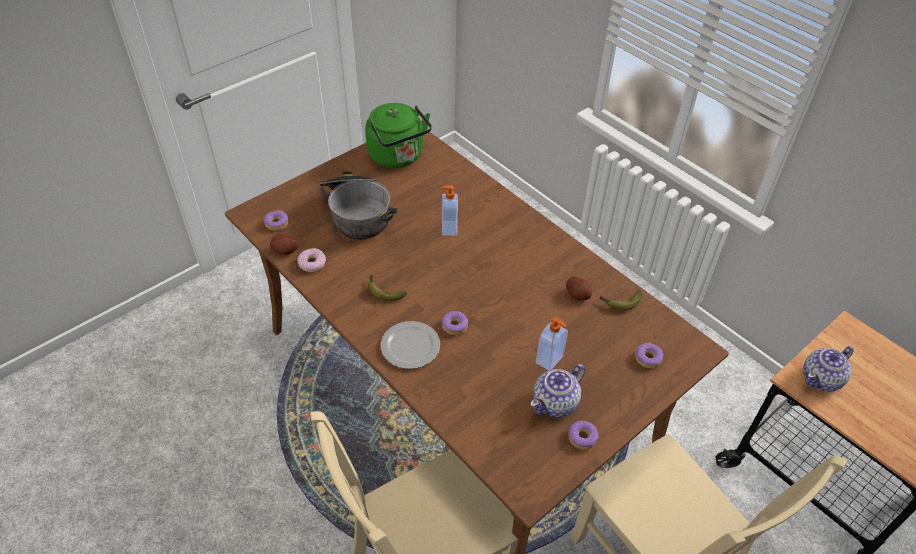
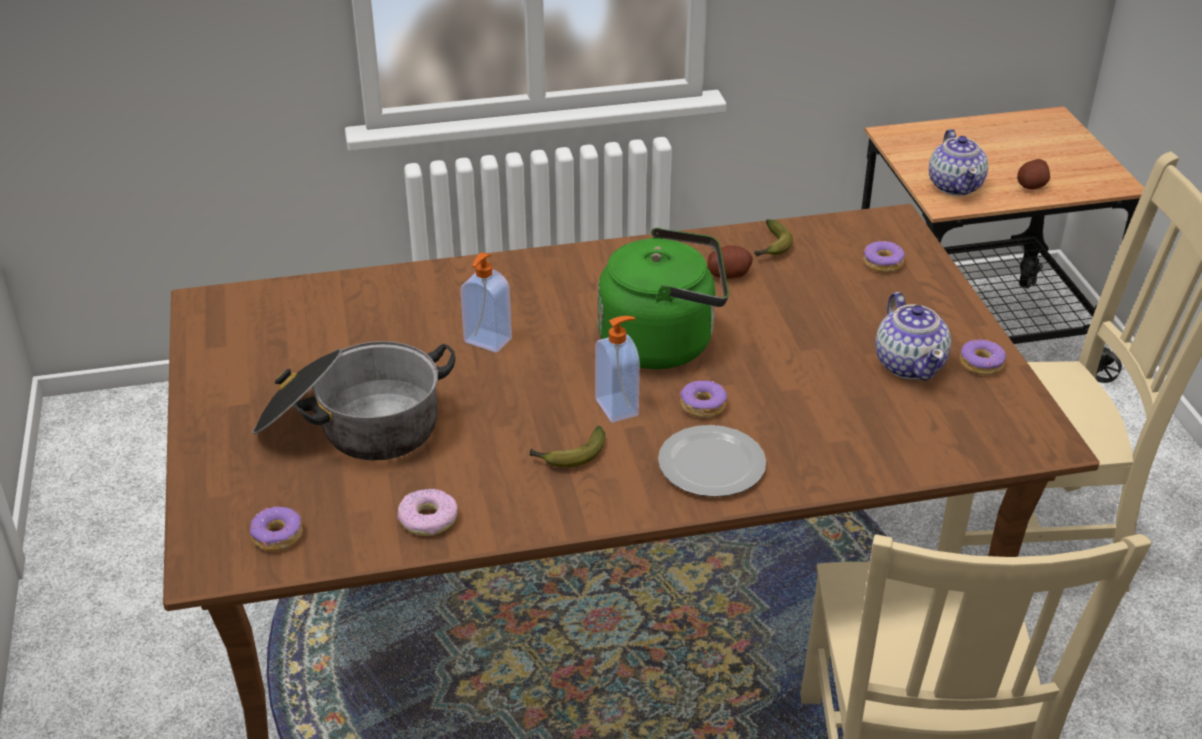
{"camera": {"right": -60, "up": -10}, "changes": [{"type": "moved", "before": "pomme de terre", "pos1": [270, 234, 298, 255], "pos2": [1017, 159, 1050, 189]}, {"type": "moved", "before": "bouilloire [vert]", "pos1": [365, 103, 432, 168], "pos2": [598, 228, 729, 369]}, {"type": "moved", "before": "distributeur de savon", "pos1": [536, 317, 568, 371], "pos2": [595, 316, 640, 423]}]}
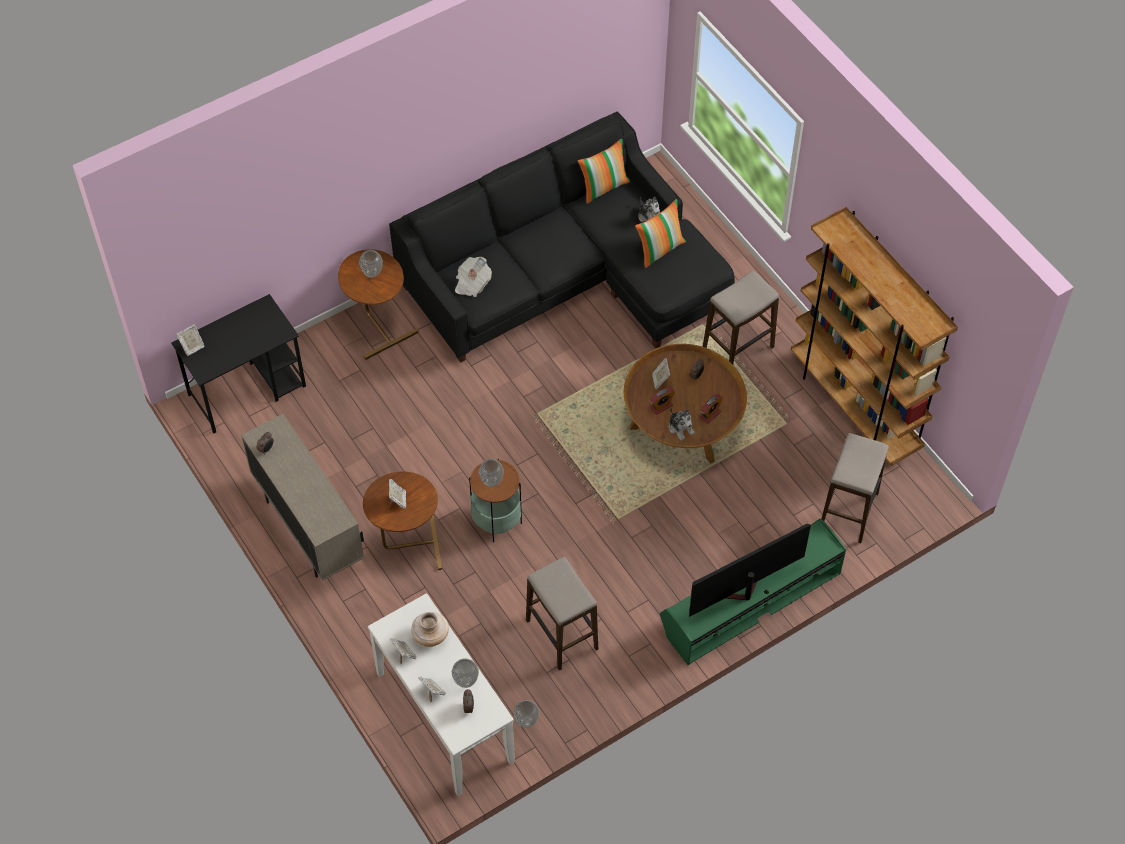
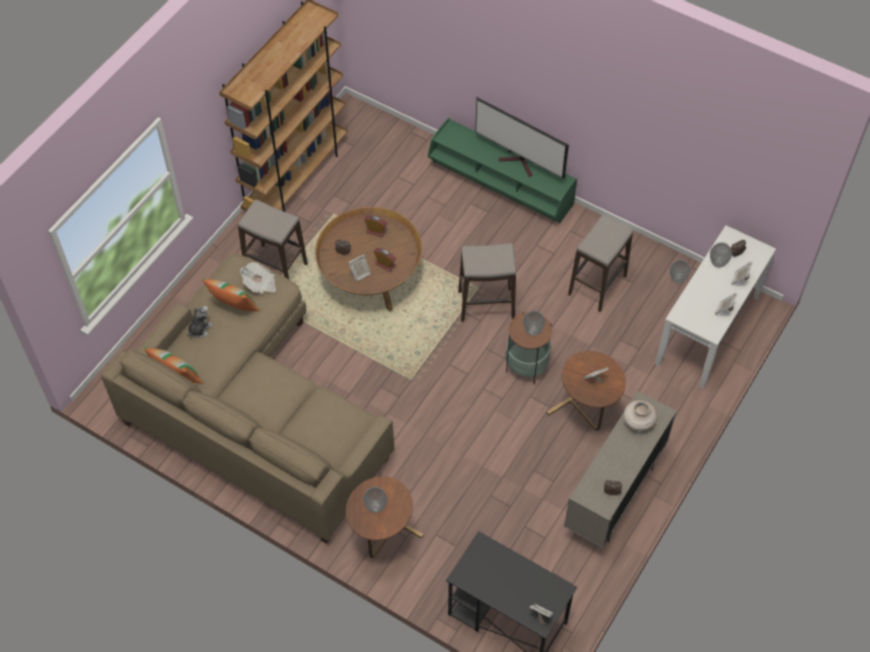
{"camera": {"right": -115, "up": 0}, "changes": [{"type": "recoloured", "before": "canapé [noir]", "after": "canapé [beige]", "pos1": [389, 112, 735, 363], "pos2": [101, 253, 395, 544]}, {"type": "moved", "before": "vase [beige]", "pos1": [411, 612, 449, 647], "pos2": [624, 400, 657, 431]}, {"type": "moved", "before": "journal", "pos1": [455, 257, 492, 297], "pos2": [240, 262, 276, 294]}, {"type": "removed", "before": "peluche", "pos1": [669, 407, 695, 441]}, {"type": "moved", "before": "tabouret", "pos1": [821, 433, 889, 543], "pos2": [458, 243, 516, 322]}]}
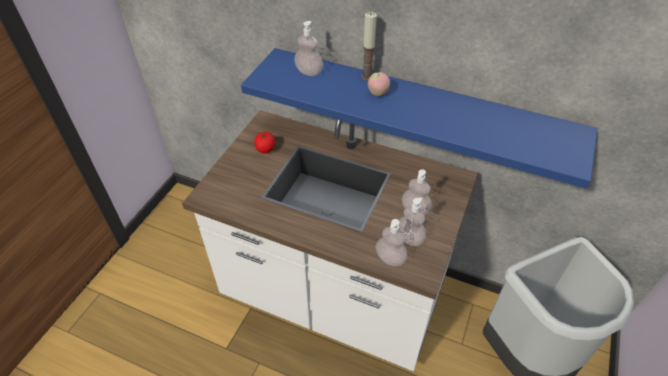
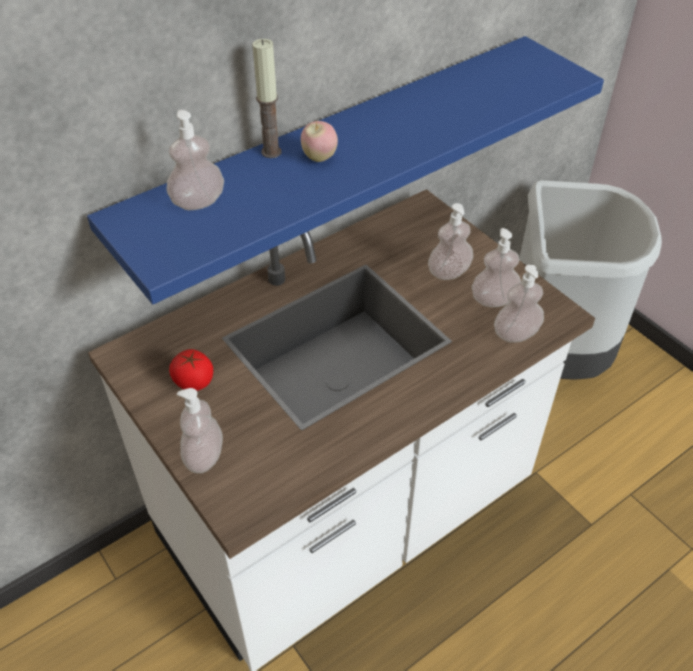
{"camera": {"right": -60, "up": 0}, "changes": [{"type": "added", "after": "distributeur de savon", "pos2": [177, 388, 223, 473]}]}
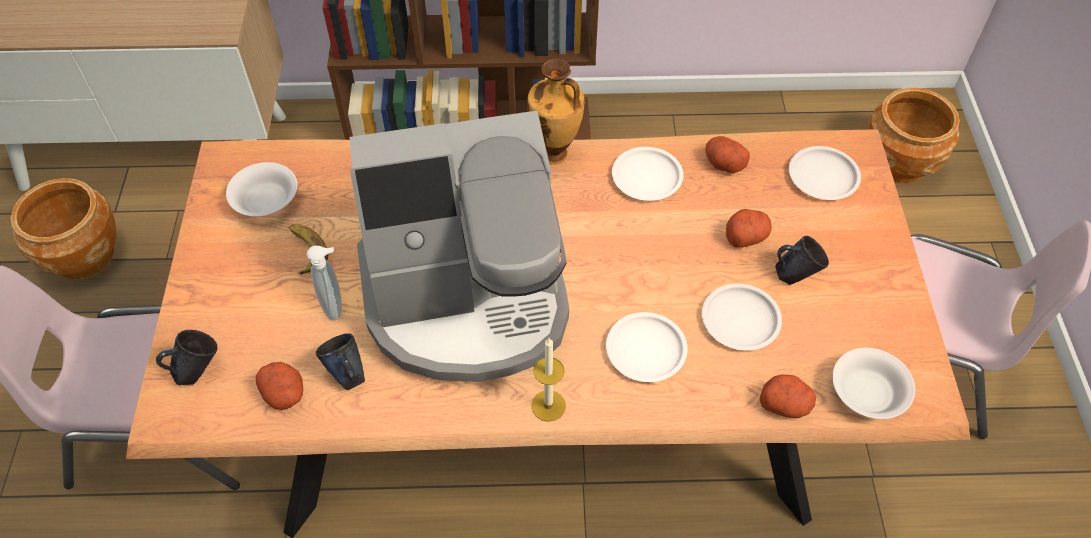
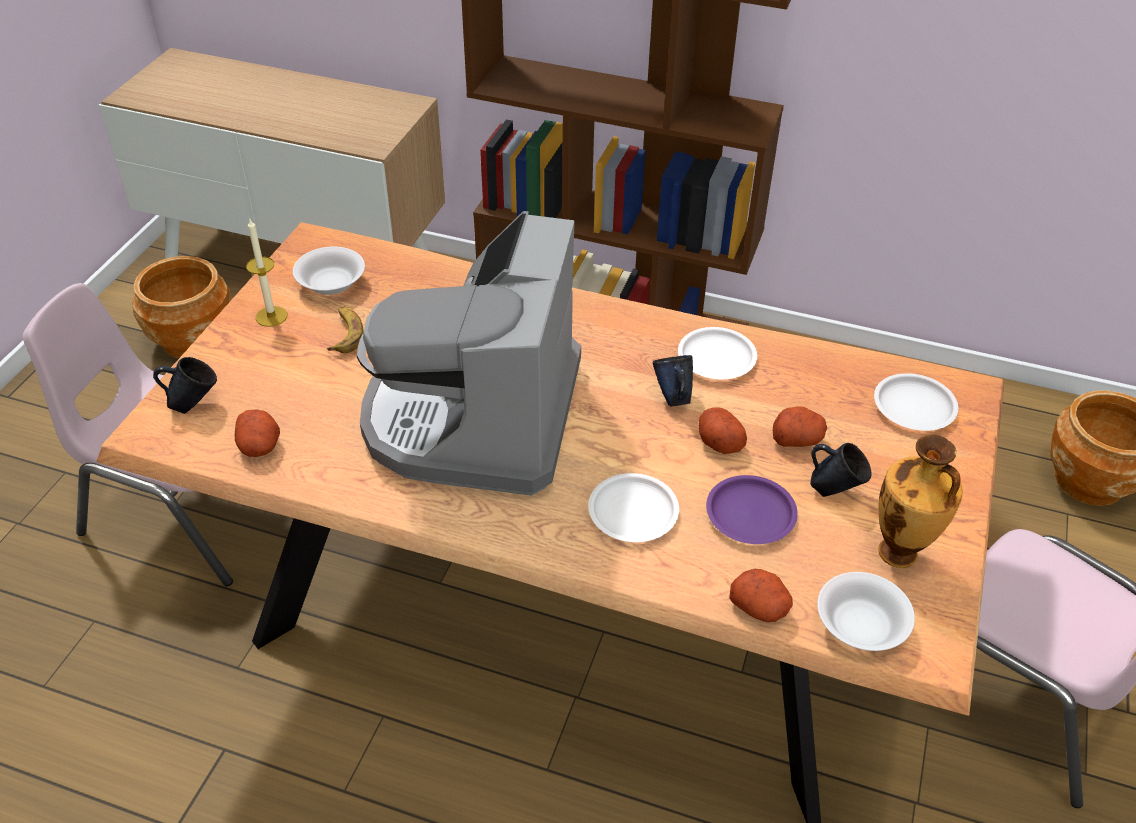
{"camera": {"right": 20, "up": -10}, "changes": [{"type": "removed", "before": "distributeur de savon", "pos1": [306, 246, 342, 321]}, {"type": "moved", "before": "mug [bleu]", "pos1": [316, 333, 365, 390], "pos2": [653, 355, 693, 407]}, {"type": "turned", "before": "machine à café", "pos1": [349, 111, 569, 382], "pos2": [357, 211, 581, 496], "turn": 90}, {"type": "moved", "before": "vase", "pos1": [527, 58, 584, 164], "pos2": [878, 435, 963, 568]}, {"type": "moved", "before": "bougie", "pos1": [531, 338, 566, 422], "pos2": [246, 219, 288, 327]}, {"type": "recoloured", "before": "assiette [blanc]", "after": "assiette [violet]", "pos1": [702, 283, 782, 350], "pos2": [706, 475, 798, 544]}, {"type": "moved", "before": "pomme de terre", "pos1": [706, 136, 750, 173], "pos2": [699, 407, 747, 454]}]}
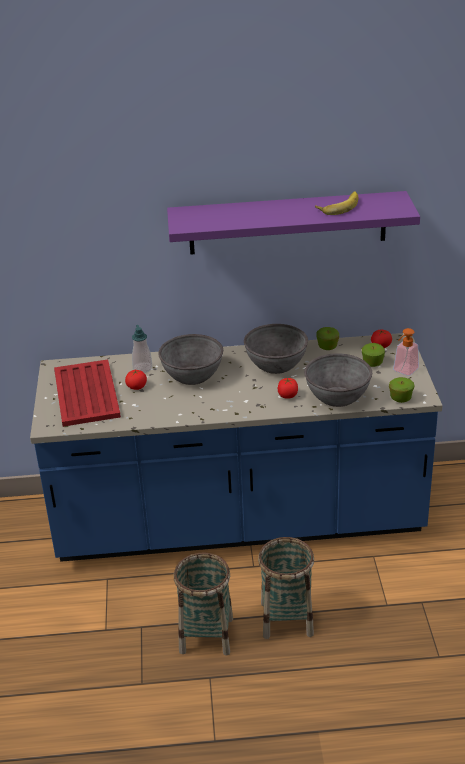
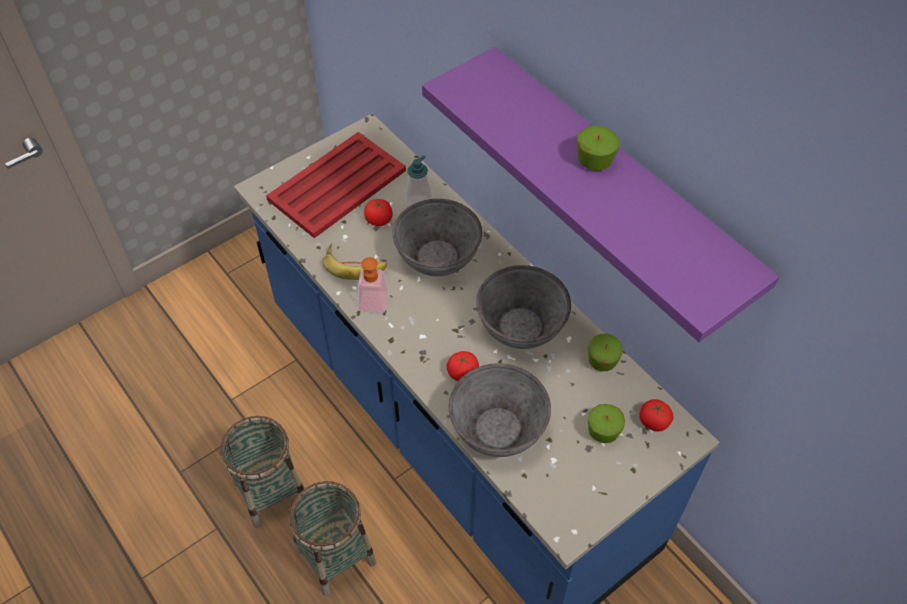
{"camera": {"right": 55, "up": 20}, "changes": [{"type": "moved", "before": "banane", "pos1": [315, 191, 359, 215], "pos2": [322, 243, 387, 280]}, {"type": "moved", "before": "pomme", "pos1": [389, 377, 415, 403], "pos2": [577, 125, 619, 171]}, {"type": "moved", "before": "distributeur de savon", "pos1": [393, 328, 419, 376], "pos2": [341, 257, 389, 313]}]}
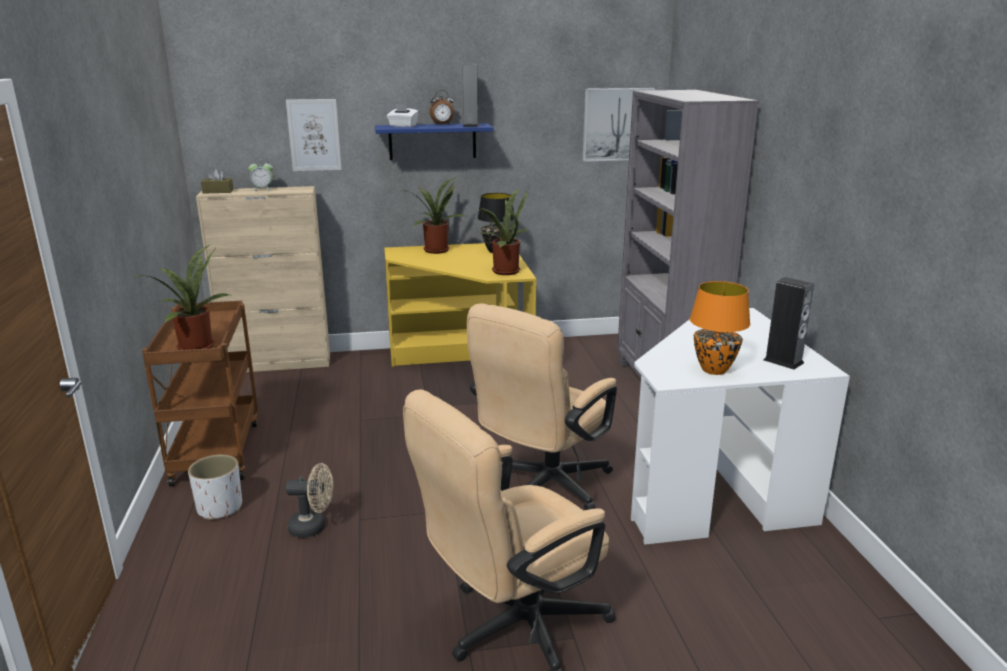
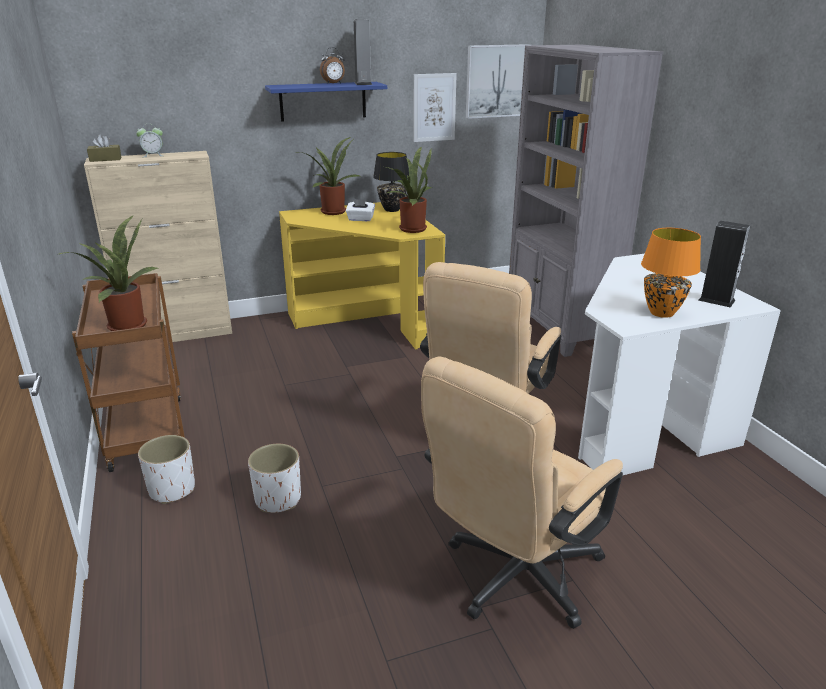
{"camera": {"right": -10, "up": 5}, "changes": [{"type": "replaced", "before": "ventilateur [beige]", "after": "cache-pot [blanc]", "pos1": [285, 463, 333, 538], "pos2": [248, 444, 301, 513]}, {"type": "moved", "before": "tableau", "pos1": [286, 99, 342, 171], "pos2": [414, 73, 457, 142]}, {"type": "moved", "before": "boîte à mouchoirs [blanc]", "pos1": [387, 104, 419, 127], "pos2": [346, 199, 375, 221]}]}
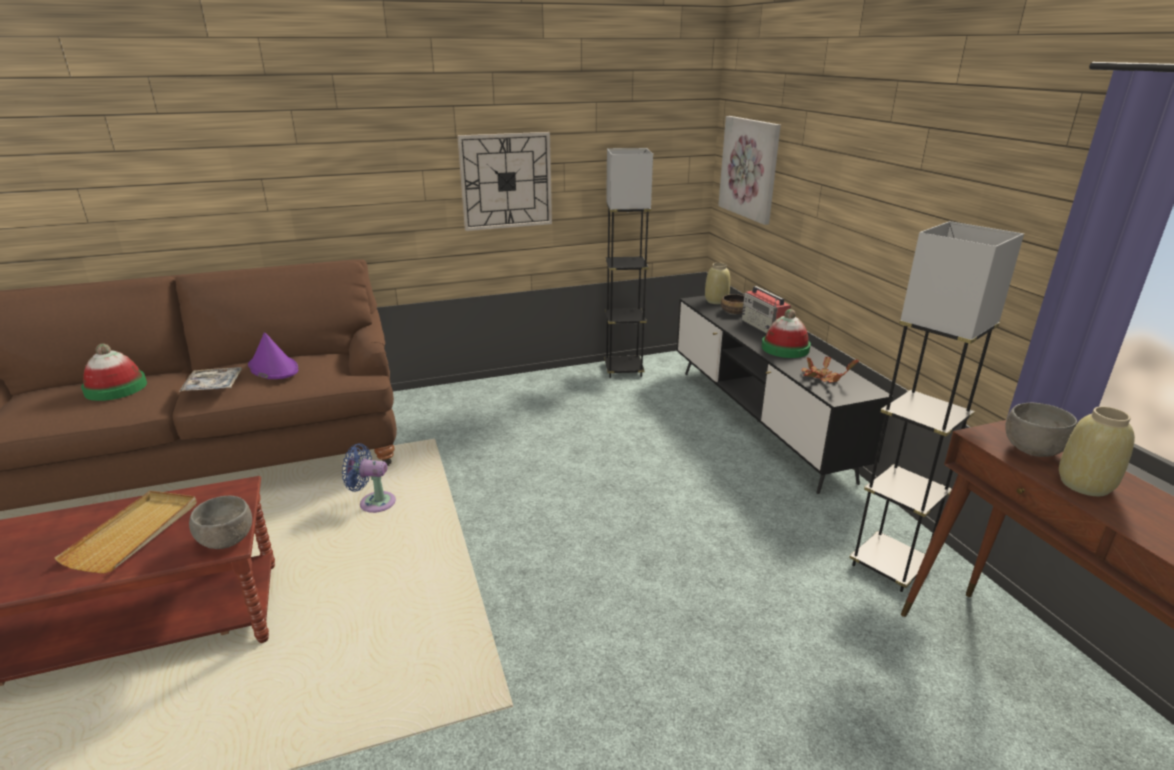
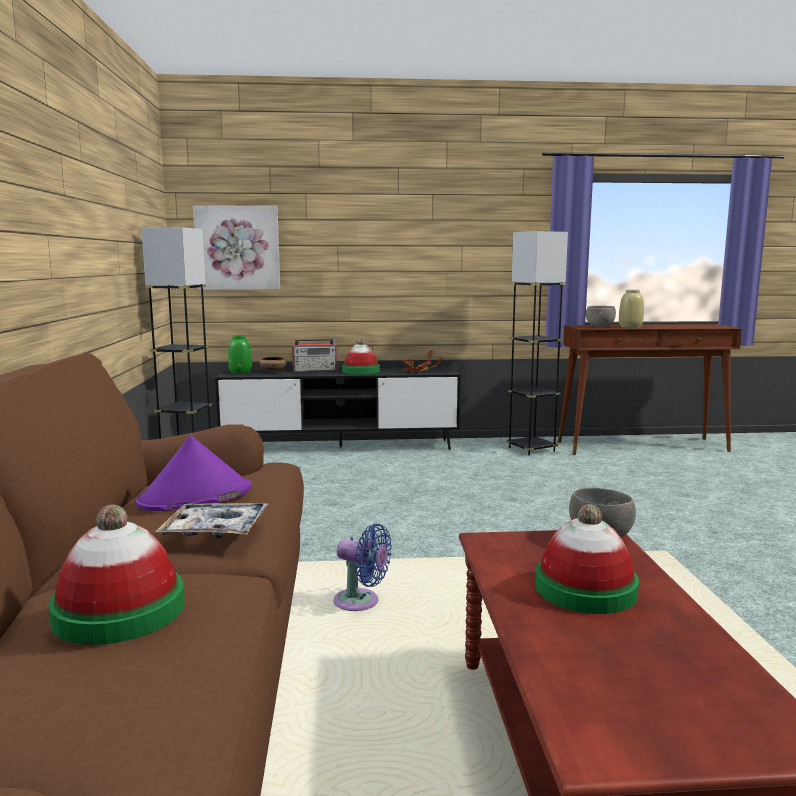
{"camera": {"right": -75, "up": -15}, "changes": [{"type": "replaced", "before": "plateau [beige]", "after": "chapeau", "pos1": [54, 491, 197, 574], "pos2": [535, 504, 639, 614]}, {"type": "turned", "before": "ventilateur [bleu]", "pos1": [342, 443, 396, 513], "pos2": [333, 524, 392, 611], "turn": -90}, {"type": "removed", "before": "horloge murale", "pos1": [457, 132, 552, 231]}, {"type": "recoloured", "before": "vase [beige]", "after": "vase [vert]", "pos1": [705, 263, 730, 304], "pos2": [228, 335, 252, 374]}]}
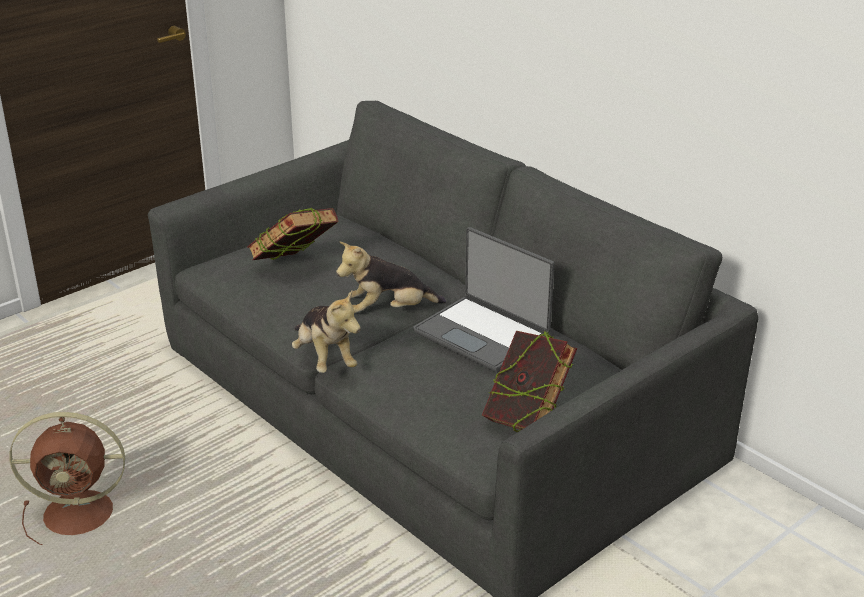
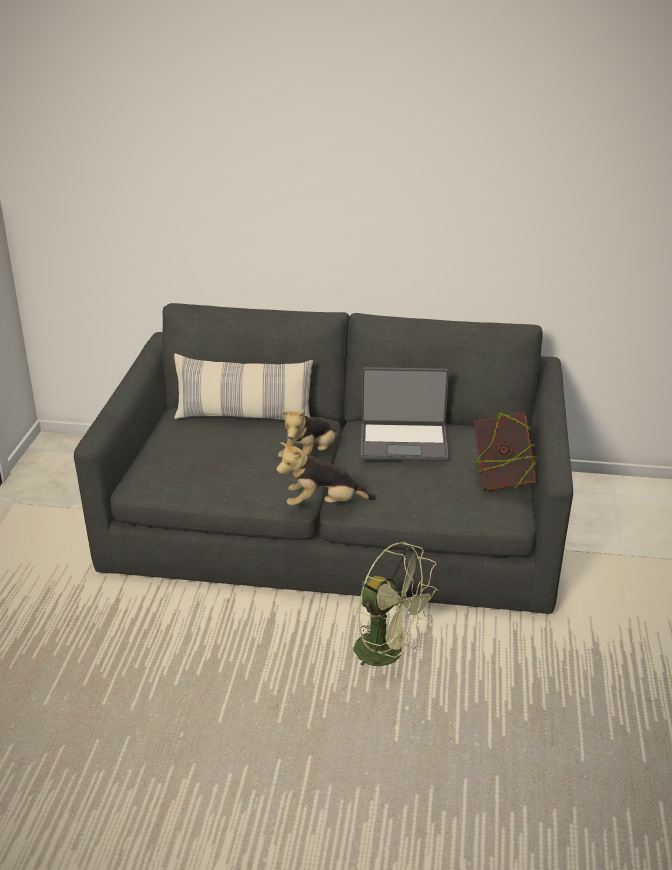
{"camera": {"right": -40, "up": 0}, "changes": [{"type": "removed", "before": "ventilateur [marron]", "pos1": [9, 412, 125, 545]}, {"type": "removed", "before": "livre", "pos1": [247, 208, 339, 260]}, {"type": "turned", "before": "peluche", "pos1": [292, 291, 361, 373], "pos2": [276, 442, 376, 506], "turn": 150}, {"type": "added", "after": "coussin", "pos2": [174, 353, 313, 420]}, {"type": "added", "after": "ventilateur [vert]", "pos2": [354, 542, 439, 666]}]}
